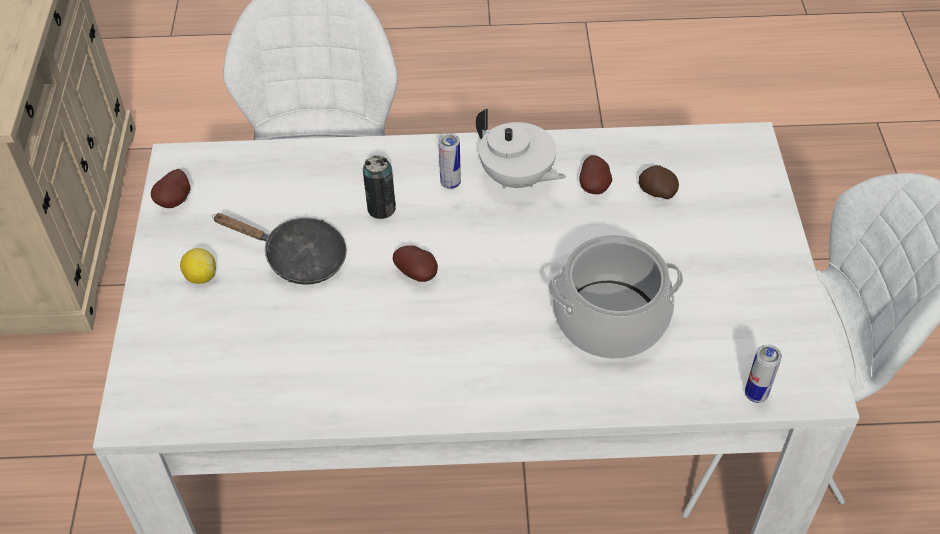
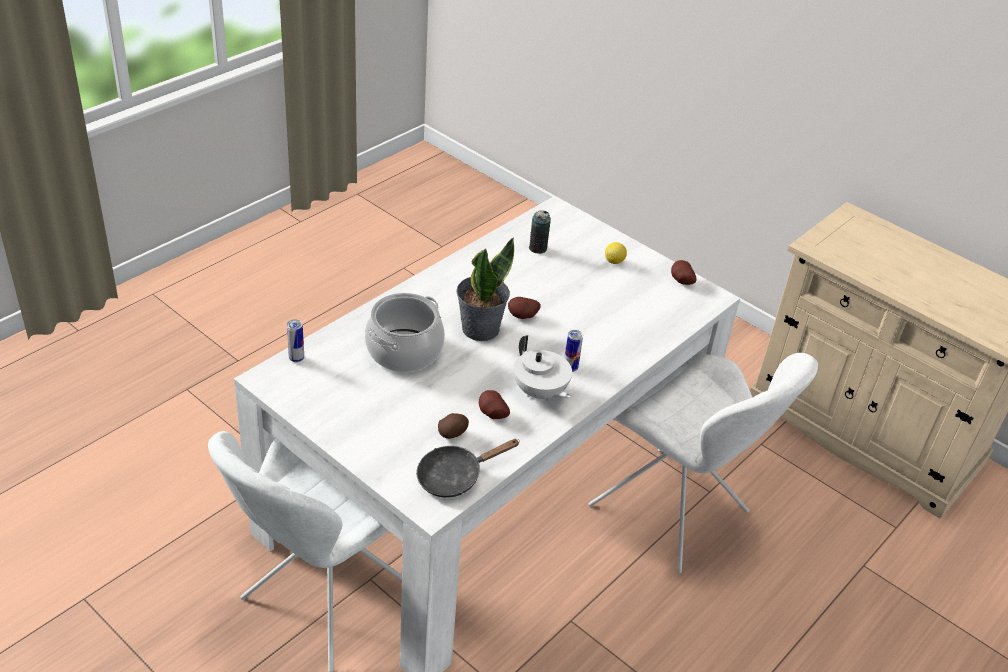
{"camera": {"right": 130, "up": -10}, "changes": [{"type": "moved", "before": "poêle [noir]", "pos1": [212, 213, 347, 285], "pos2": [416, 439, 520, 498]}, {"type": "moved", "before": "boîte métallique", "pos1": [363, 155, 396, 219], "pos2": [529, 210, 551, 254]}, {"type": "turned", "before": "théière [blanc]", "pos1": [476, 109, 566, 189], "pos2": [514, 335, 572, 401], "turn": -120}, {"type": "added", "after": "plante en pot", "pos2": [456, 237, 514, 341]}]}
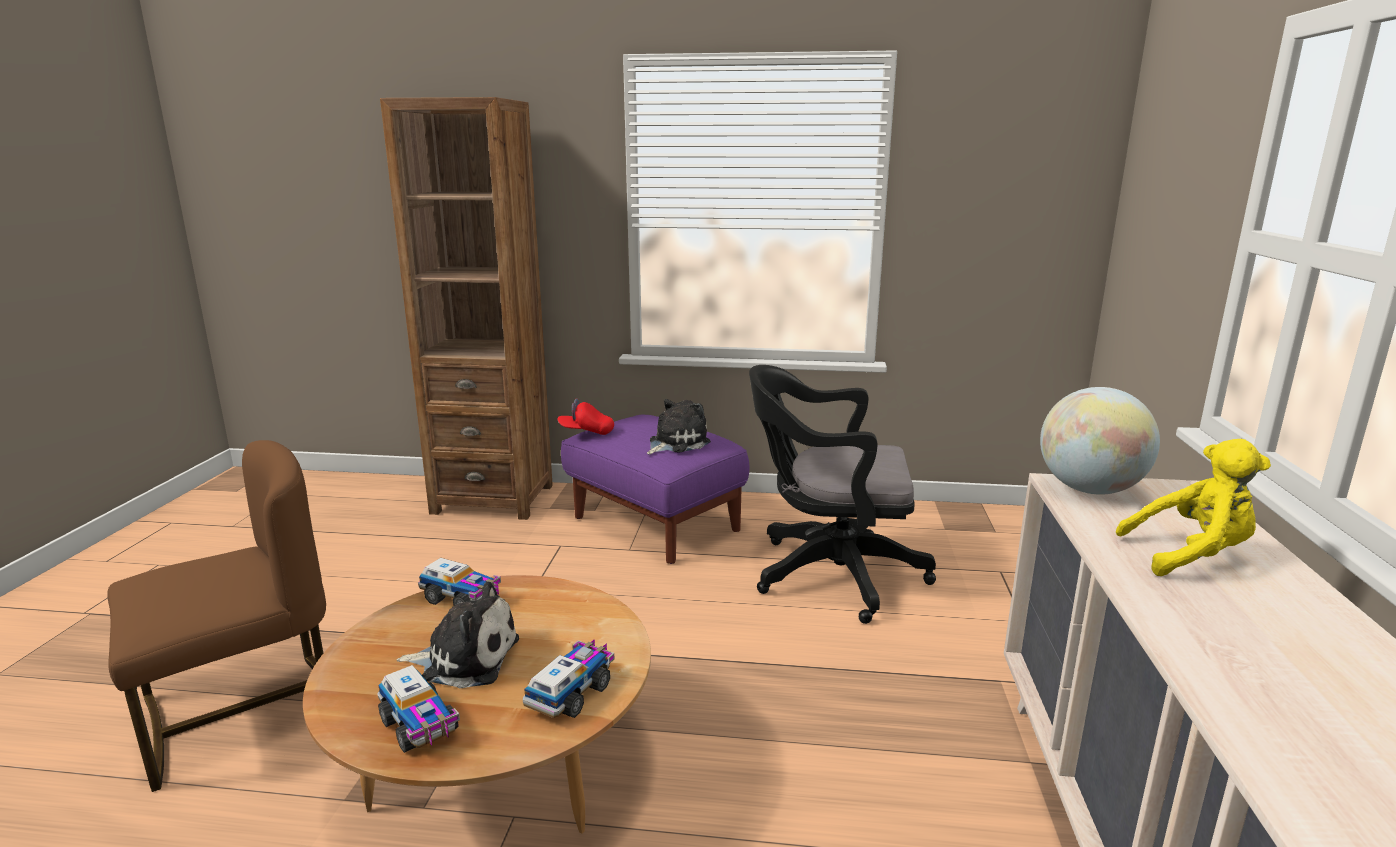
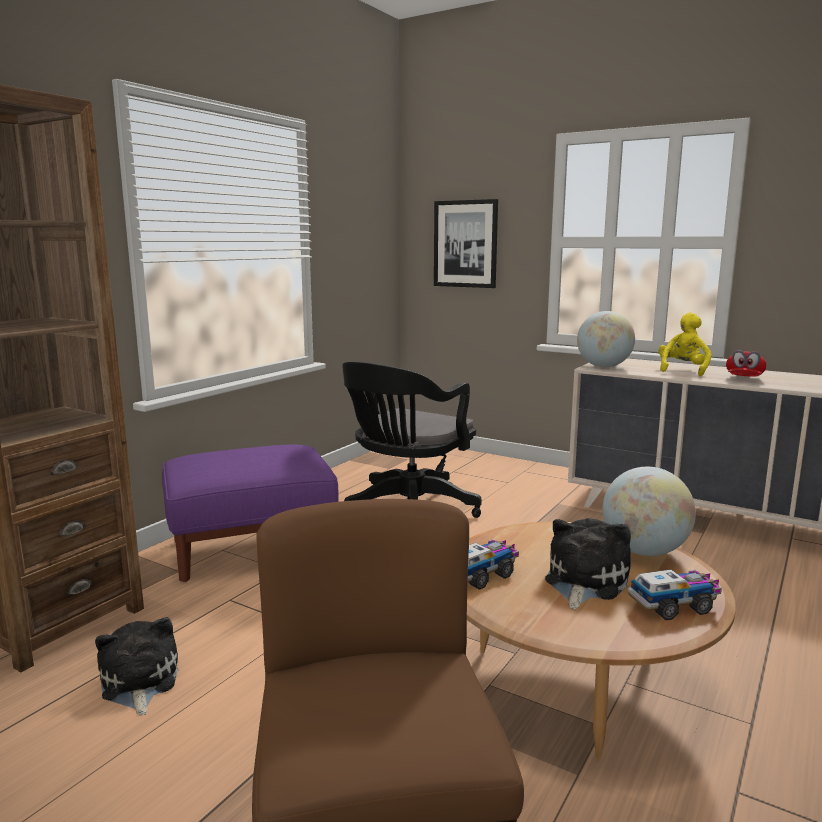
{"camera": {"right": -65, "up": -5}, "changes": [{"type": "replaced", "before": "camion jouet", "after": "globe", "pos1": [523, 639, 614, 718], "pos2": [602, 467, 696, 556]}, {"type": "moved", "before": "casquette [rouge]", "pos1": [557, 399, 614, 435], "pos2": [726, 350, 766, 377]}, {"type": "moved", "before": "peluche", "pos1": [647, 399, 711, 455], "pos2": [95, 617, 178, 716]}, {"type": "added", "after": "tableau", "pos2": [434, 199, 498, 288]}]}
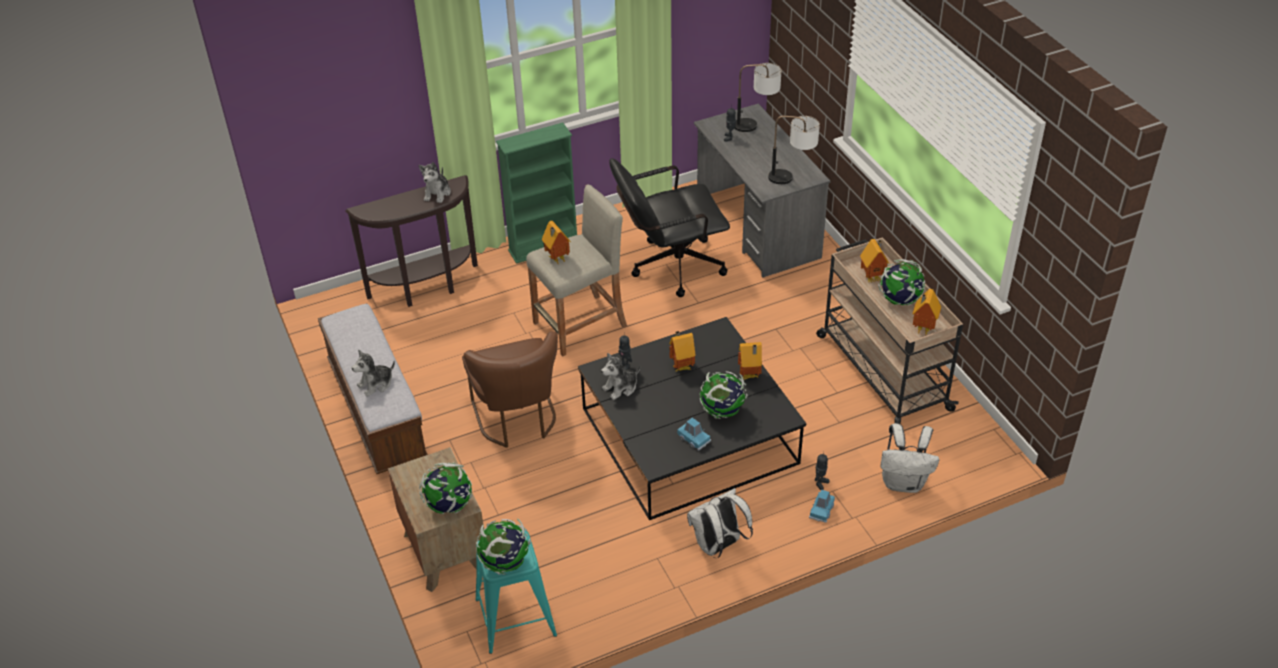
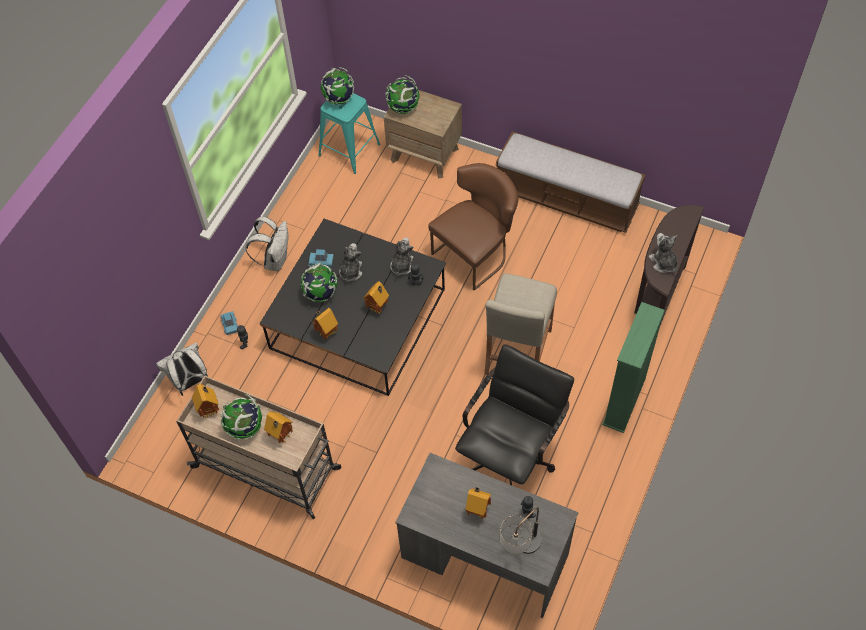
{"camera": {"right": 140, "up": 15}, "changes": [{"type": "moved", "before": "peluche", "pos1": [352, 350, 395, 397], "pos2": [339, 243, 362, 282]}, {"type": "turned", "before": "chaise [marron]", "pos1": [462, 331, 558, 448], "pos2": [428, 163, 518, 291], "turn": 105}, {"type": "moved", "before": "maison miniature", "pos1": [542, 221, 571, 264], "pos2": [466, 487, 491, 519]}, {"type": "removed", "before": "lampe de table", "pos1": [768, 116, 820, 184]}]}
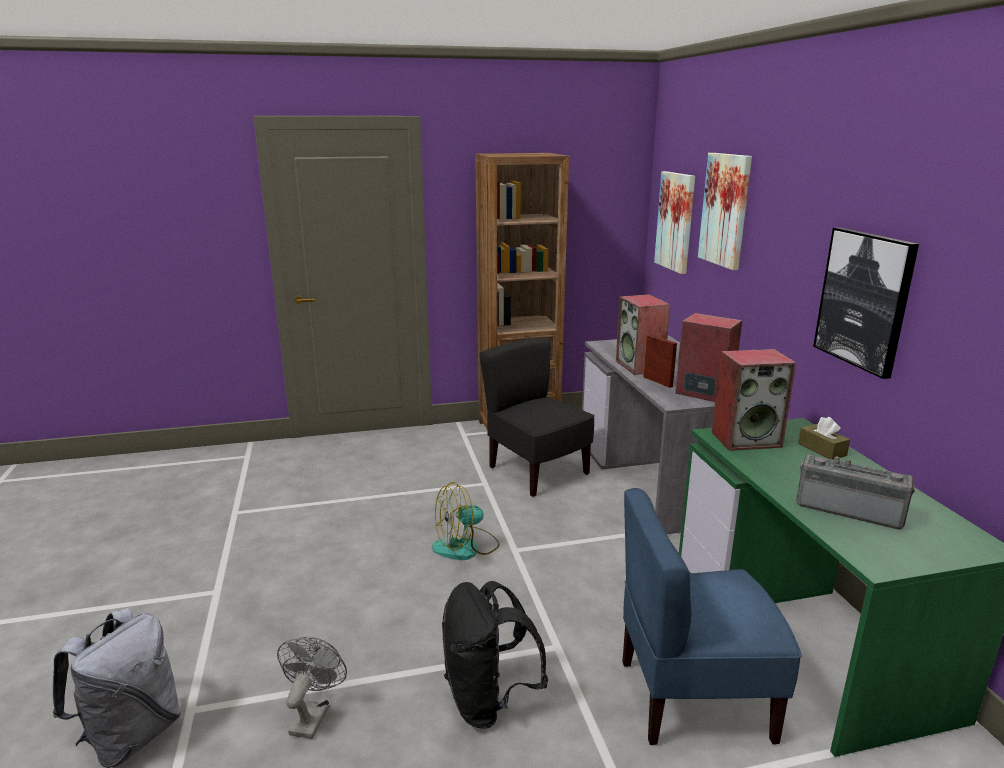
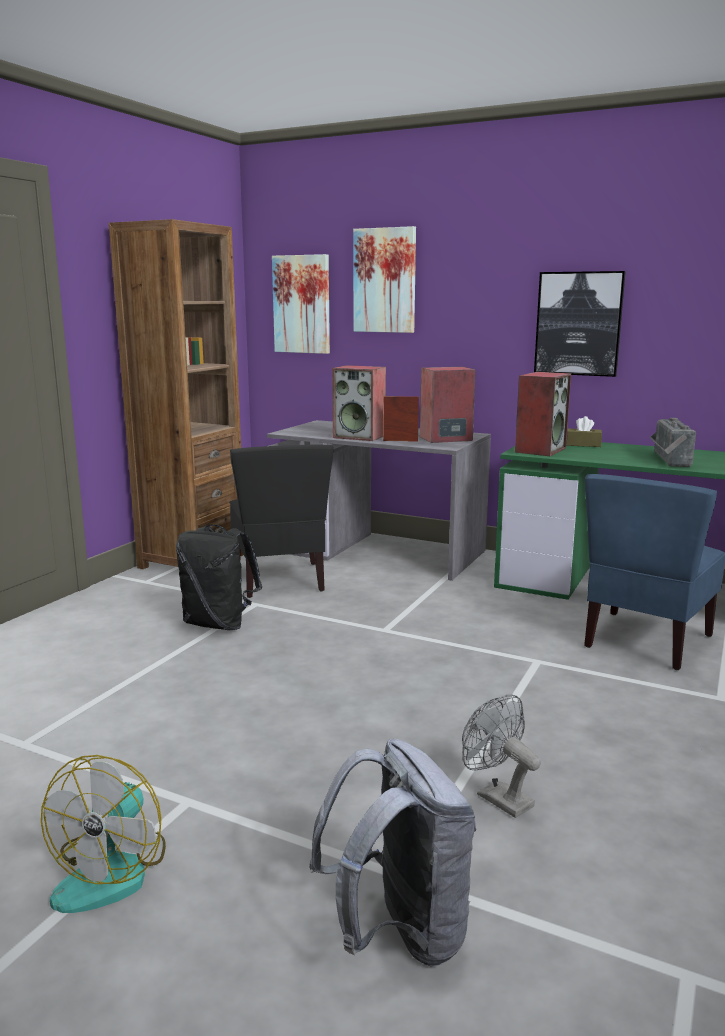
{"camera": {"right": -50, "up": -5}, "changes": [{"type": "moved", "before": "ventilateur", "pos1": [432, 482, 500, 560], "pos2": [41, 755, 166, 913]}, {"type": "moved", "before": "sac à dos [noir]", "pos1": [442, 581, 548, 729], "pos2": [176, 525, 262, 630]}, {"type": "turned", "before": "chaise [noir]", "pos1": [479, 337, 595, 497], "pos2": [229, 445, 333, 598], "turn": -105}, {"type": "turned", "before": "radio", "pos1": [796, 454, 915, 529], "pos2": [650, 418, 696, 467], "turn": -60}]}
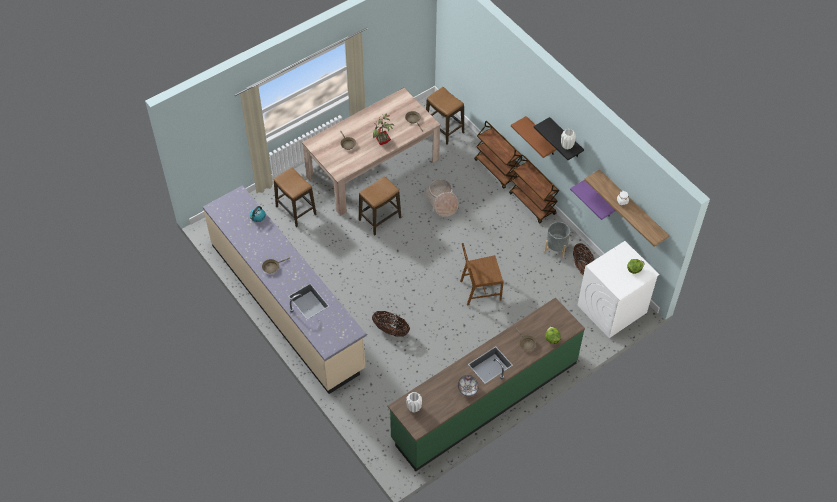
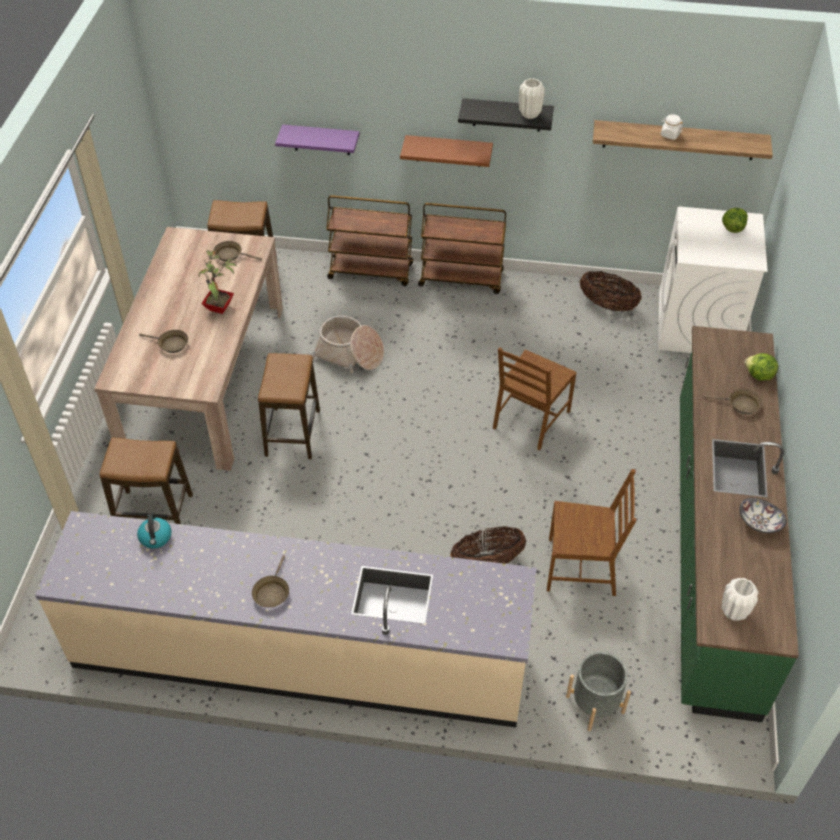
{"camera": {"right": -45, "up": -5}, "changes": [{"type": "moved", "before": "cache-pot [gris]", "pos1": [544, 222, 570, 258], "pos2": [566, 652, 631, 731]}, {"type": "moved", "before": "étagère [violet]", "pos1": [570, 180, 616, 220], "pos2": [275, 125, 360, 155]}, {"type": "added", "after": "chaise [marron]", "pos2": [547, 469, 636, 596]}]}
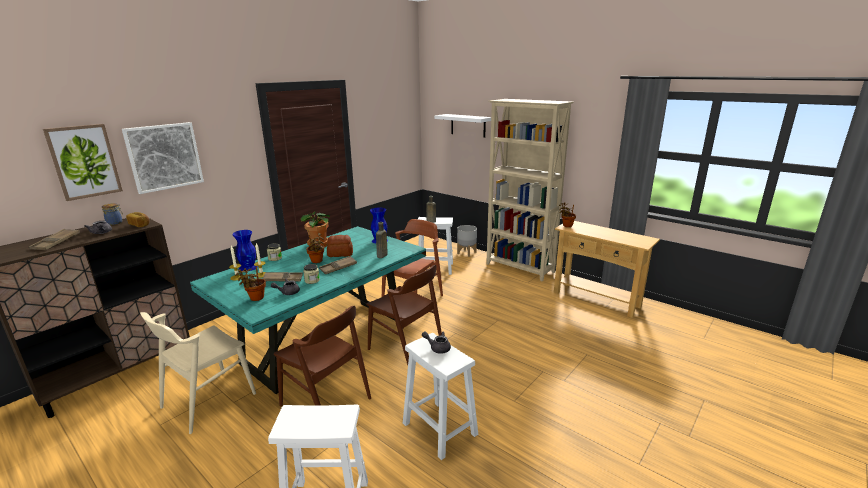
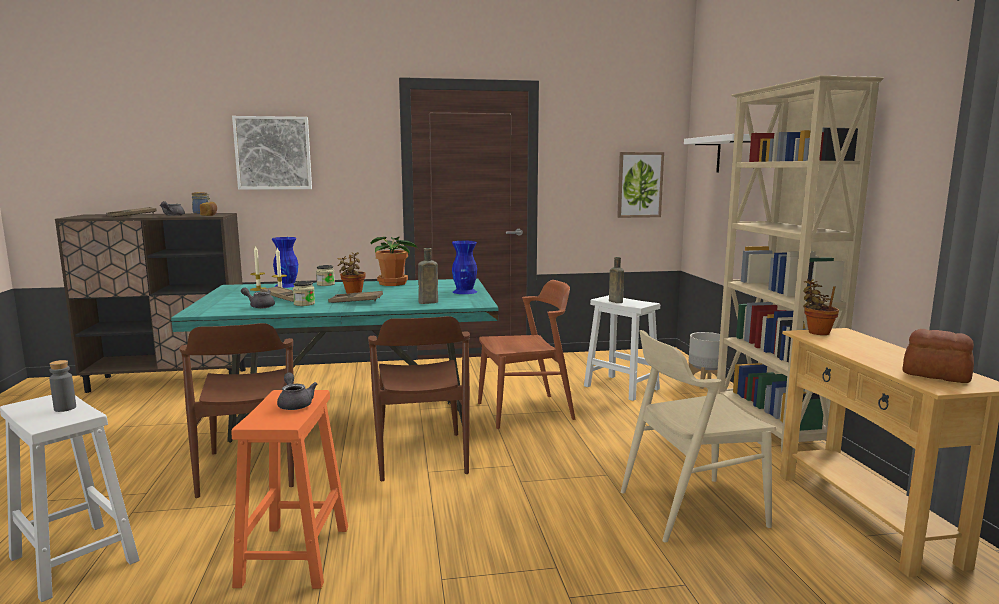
{"camera": {"right": 40, "up": -10}, "changes": [{"type": "moved", "before": "tableau", "pos1": [43, 124, 123, 201], "pos2": [617, 152, 664, 218]}, {"type": "moved", "before": "chaise [beige]", "pos1": [140, 312, 256, 434], "pos2": [621, 330, 776, 542]}, {"type": "removed", "before": "plante en pot", "pos1": [235, 266, 266, 301]}, {"type": "moved", "before": "pain", "pos1": [327, 235, 353, 257], "pos2": [902, 329, 974, 383]}, {"type": "recoloured", "before": "tabouret [blanc]", "after": "tabouret [orange]", "pos1": [403, 333, 478, 460], "pos2": [231, 390, 348, 589]}, {"type": "added", "after": "bouteille [gris]", "pos2": [49, 360, 76, 412]}]}
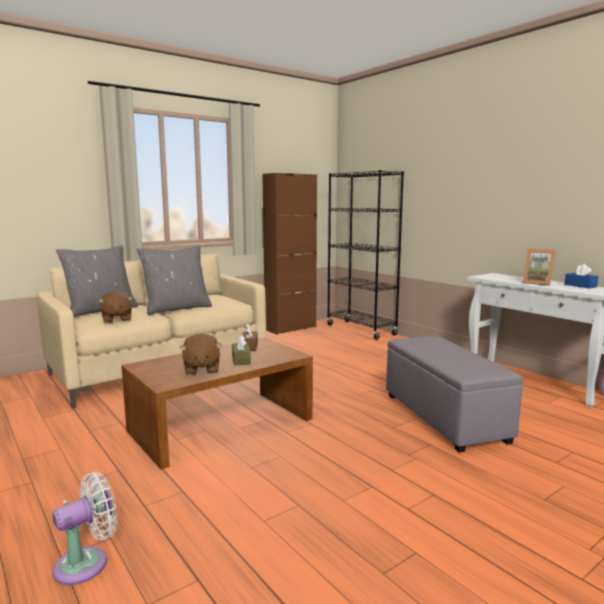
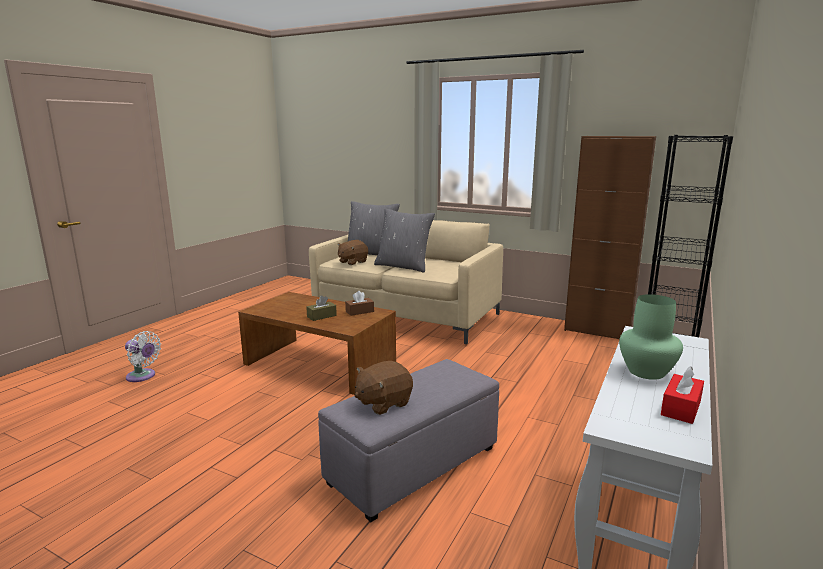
{"camera": {"right": 65, "up": 5}, "changes": [{"type": "moved", "before": "peluche [marron]", "pos1": [180, 333, 222, 375], "pos2": [355, 361, 413, 415]}, {"type": "replaced", "before": "cadre photo", "after": "vase [vert]", "pos1": [522, 249, 556, 286], "pos2": [619, 294, 683, 380]}, {"type": "recoloured", "before": "boîte à mouchoirs [bleu]", "after": "boîte à mouchoirs [rouge]", "pos1": [564, 264, 599, 288], "pos2": [661, 367, 704, 424]}]}
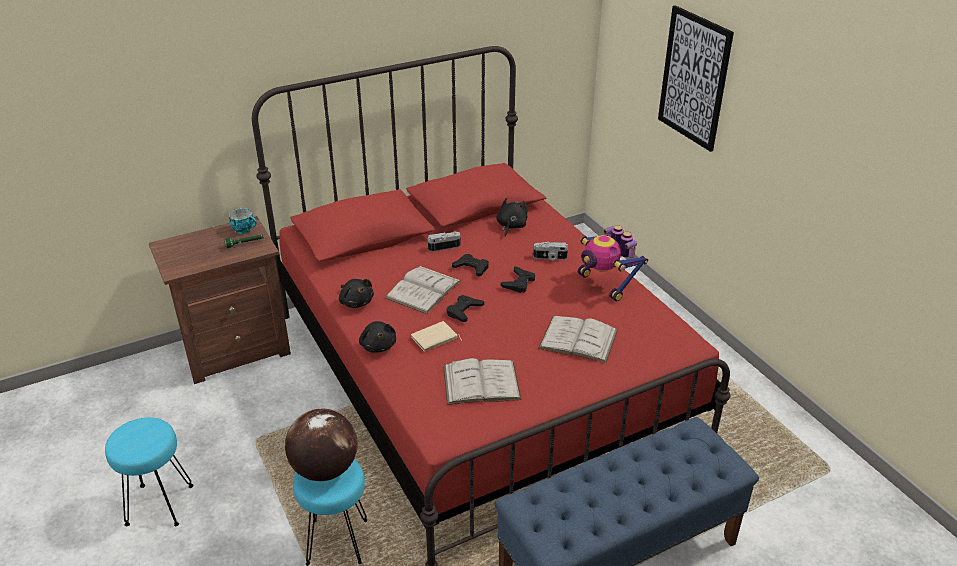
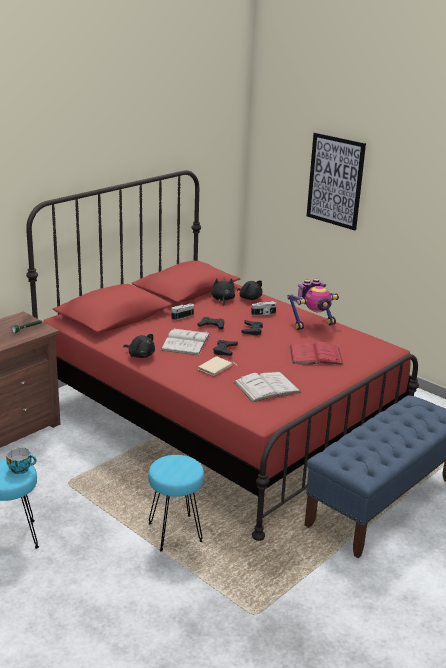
{"camera": {"right": -20, "up": -10}, "changes": [{"type": "moved", "before": "tasse", "pos1": [229, 208, 257, 234], "pos2": [6, 447, 37, 474]}, {"type": "removed", "before": "globe", "pos1": [285, 409, 358, 481]}, {"type": "moved", "before": "peluche [noir]", "pos1": [359, 321, 396, 353], "pos2": [237, 281, 263, 300]}, {"type": "recoloured", "before": "livre [blanc]", "after": "livre [rouge]", "pos1": [538, 316, 618, 363], "pos2": [289, 342, 344, 365]}, {"type": "turned", "before": "robot jouet", "pos1": [578, 225, 648, 302], "pos2": [287, 278, 339, 330], "turn": -60}]}
